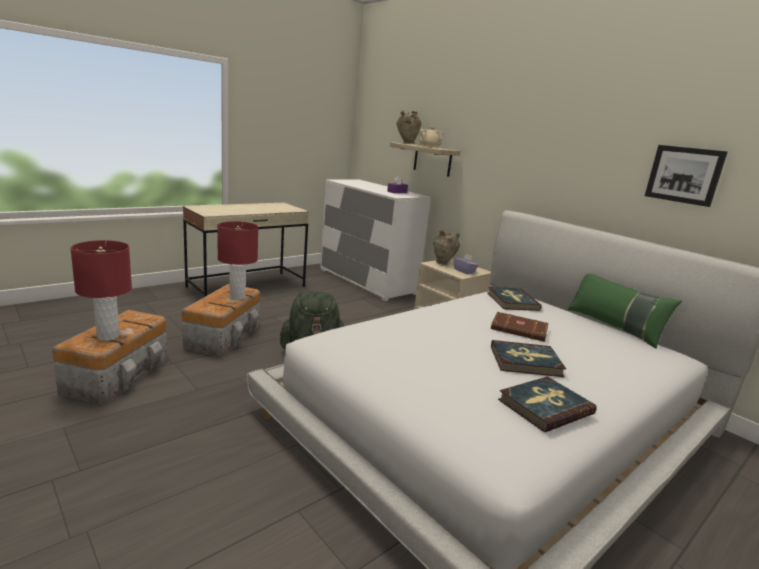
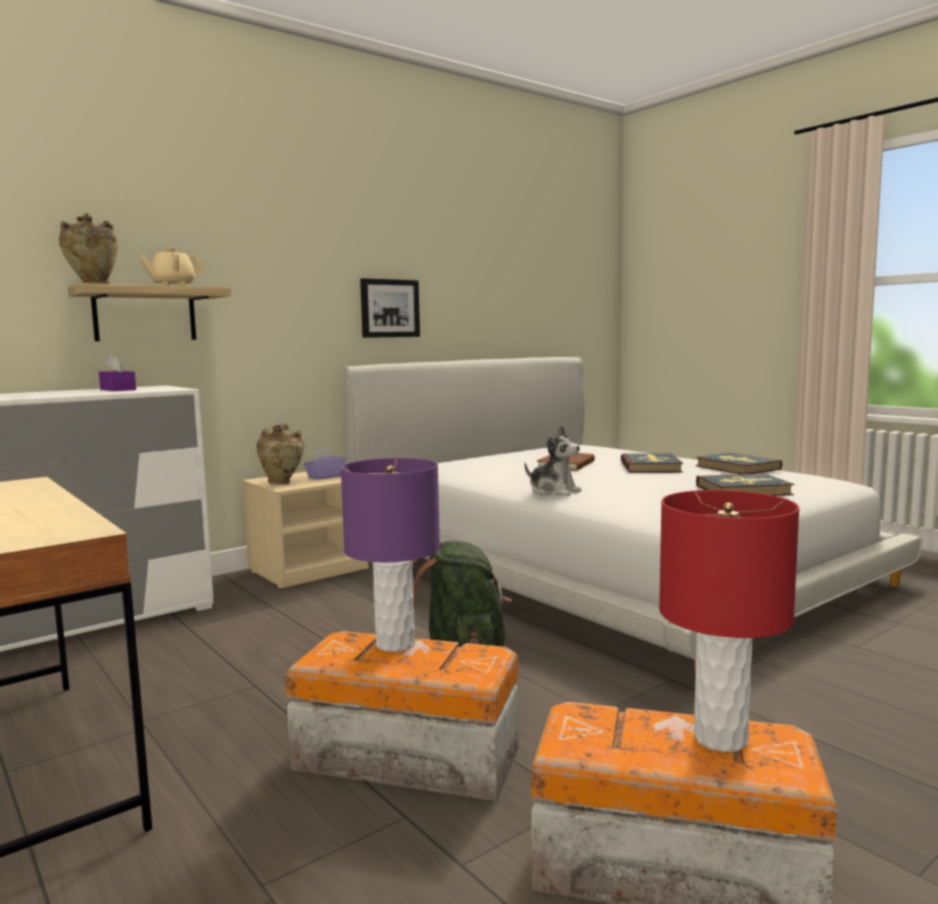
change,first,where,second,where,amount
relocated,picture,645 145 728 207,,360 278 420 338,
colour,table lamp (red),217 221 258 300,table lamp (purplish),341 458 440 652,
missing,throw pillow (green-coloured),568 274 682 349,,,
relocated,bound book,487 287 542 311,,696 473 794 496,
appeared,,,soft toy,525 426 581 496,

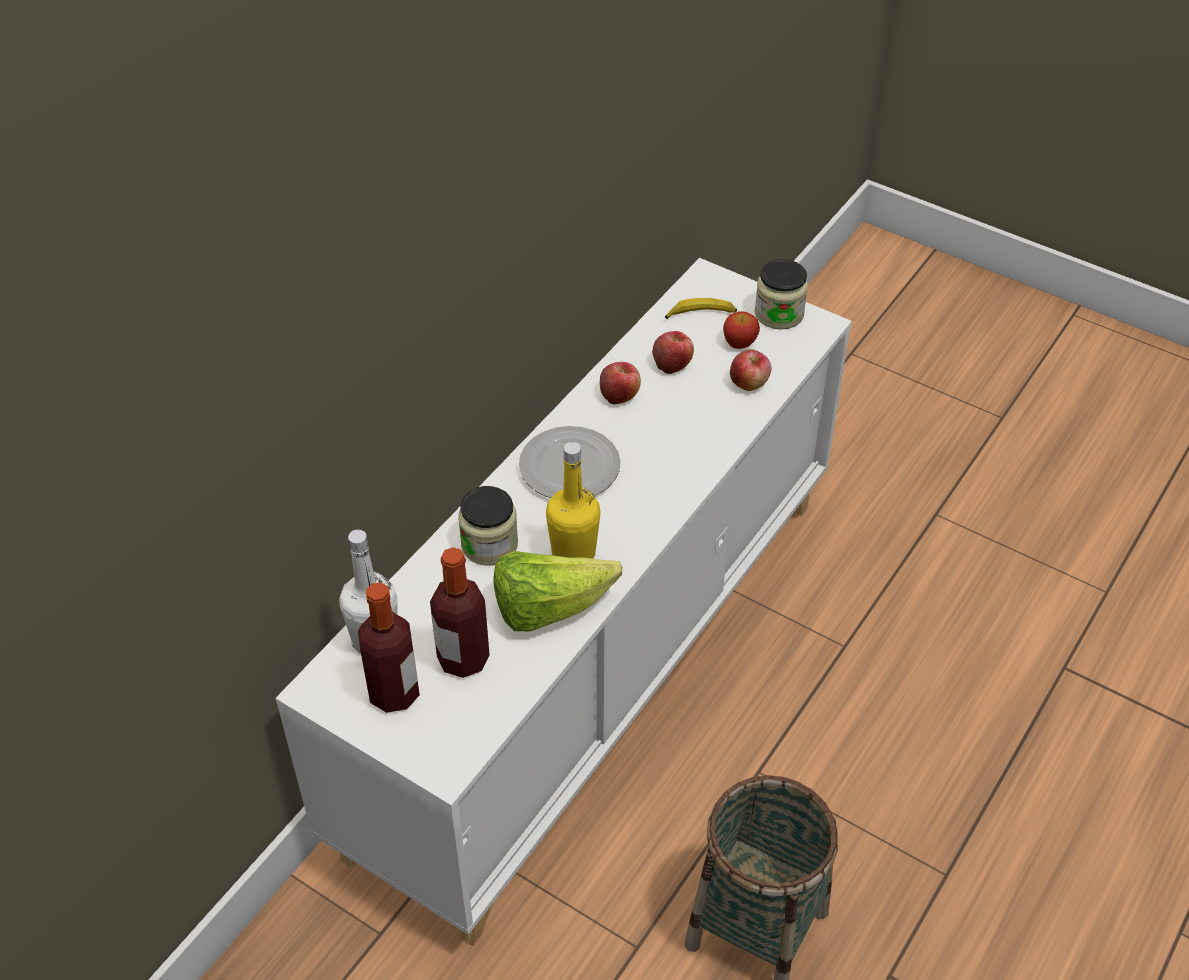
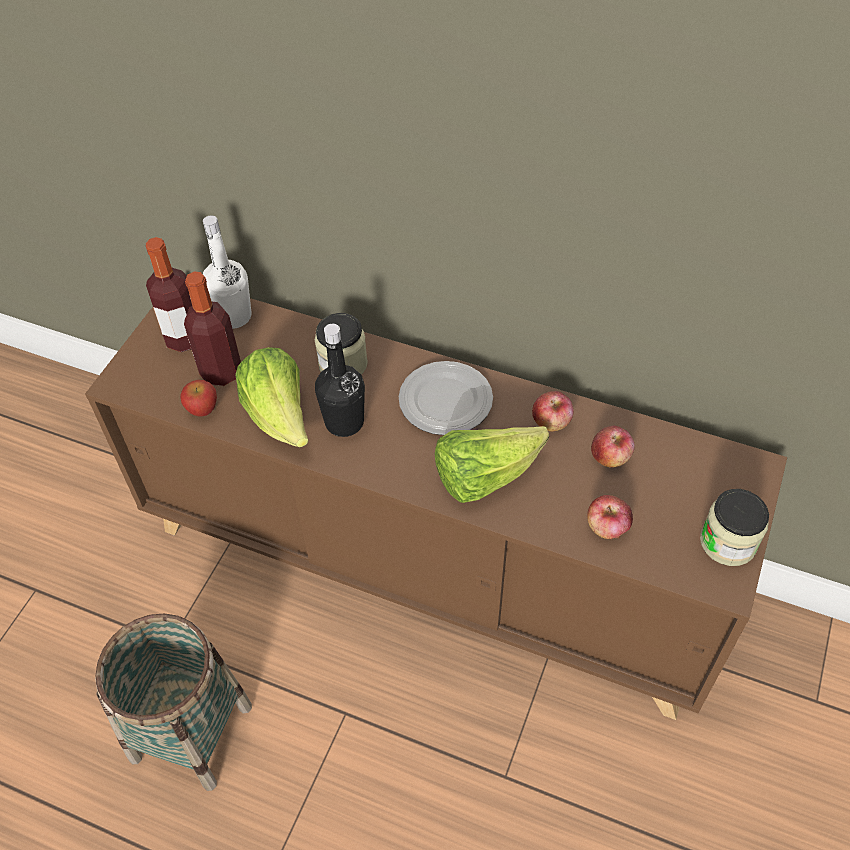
change,first,where,second,where,amount
colour,cabinet (white),275 258 852 946,cabinet (brownish),85 298 787 720,
missing,whole banana,665 298 737 319,,,
relocated,apple fruit,723 311 760 349,,180 380 217 417,
colour,bottle (yellow-coloured),546 442 601 559,bottle (black),315 324 365 437,
appeared,,,head of lettuce,435 426 549 503,

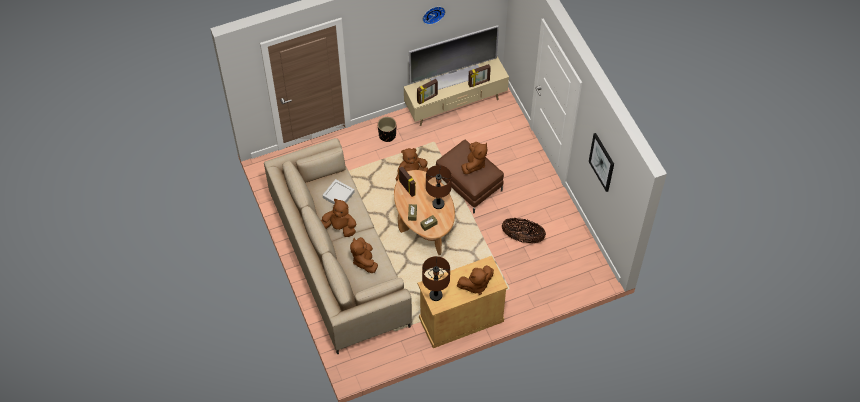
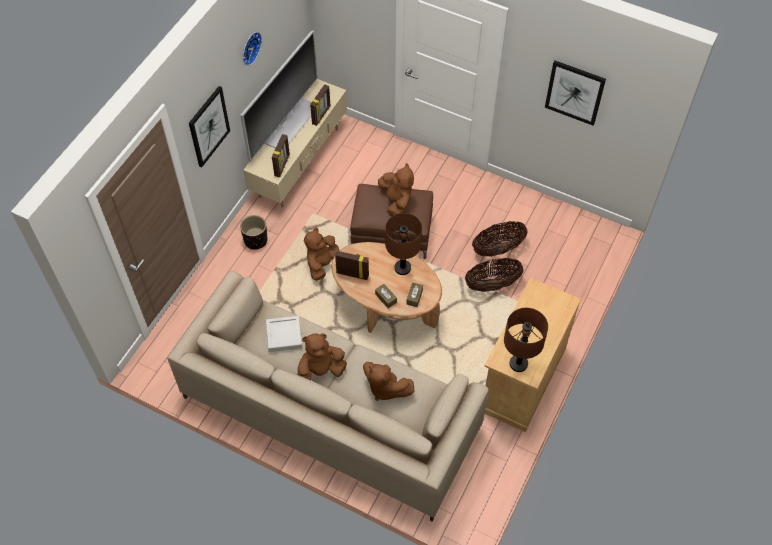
change,first,where,second,where,amount
missing,soft toy (brownish),457 265 494 295,,,
appeared,,,picture,189 86 230 167,
appeared,,,basket,465 258 523 292,

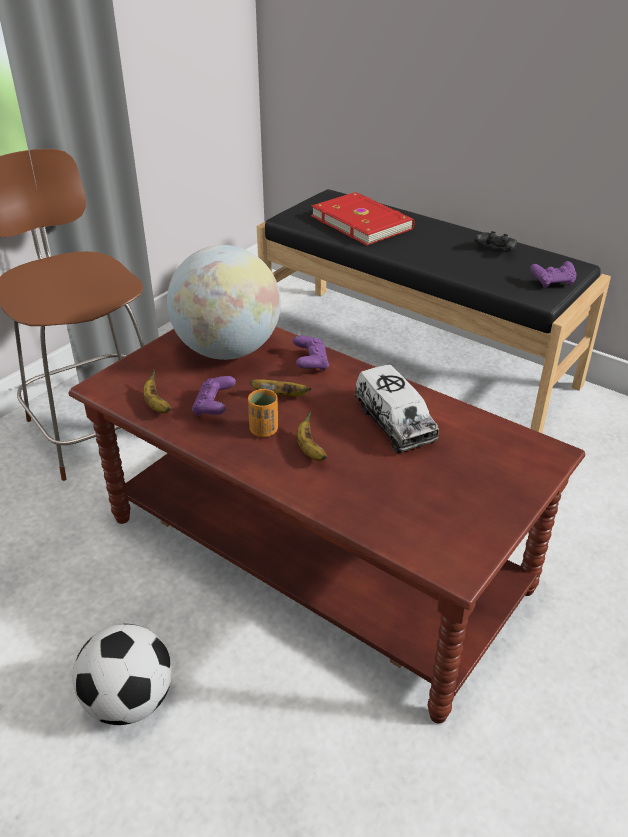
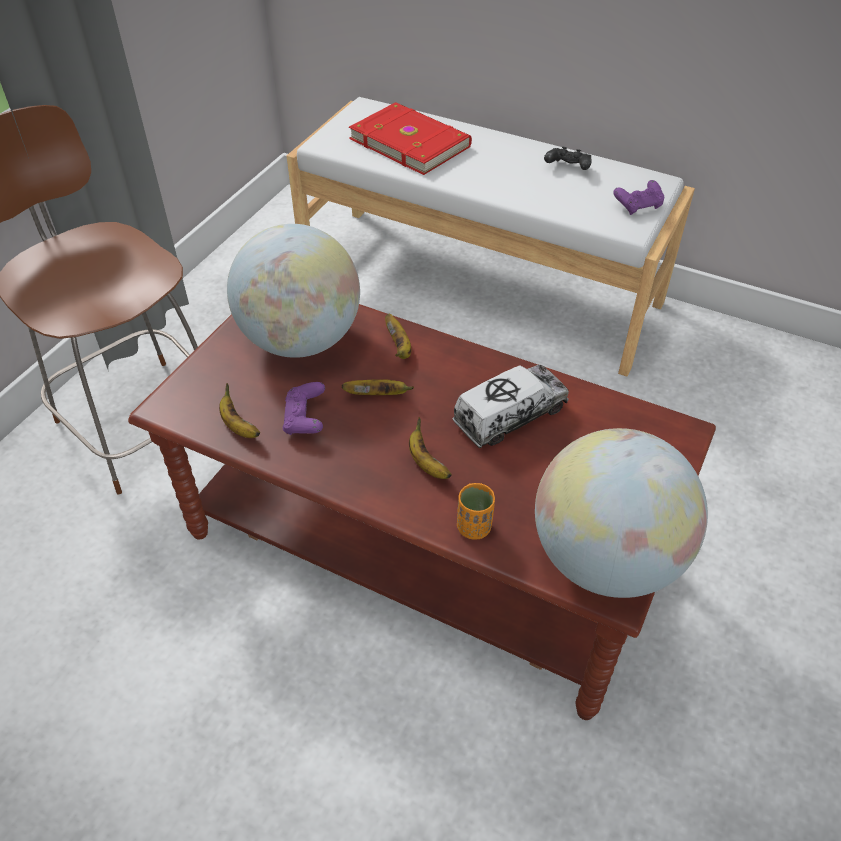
change,first,where,second,where,amount
colour,long seat (black),257 189 611 433,long seat (white),287 97 695 377,
exchanged,joypad (purplish),293 335 329 372,whole banana,385 314 411 359,
spun,toy lorry,355 364 439 453,,453 365 569 448,90 degrees counterclockwise
relocated,small cup (orange-coloured),248 389 278 437,,457 483 495 540,
missing,ball for football,73 624 172 725,,,
appeared,,,globe,535 428 708 598,

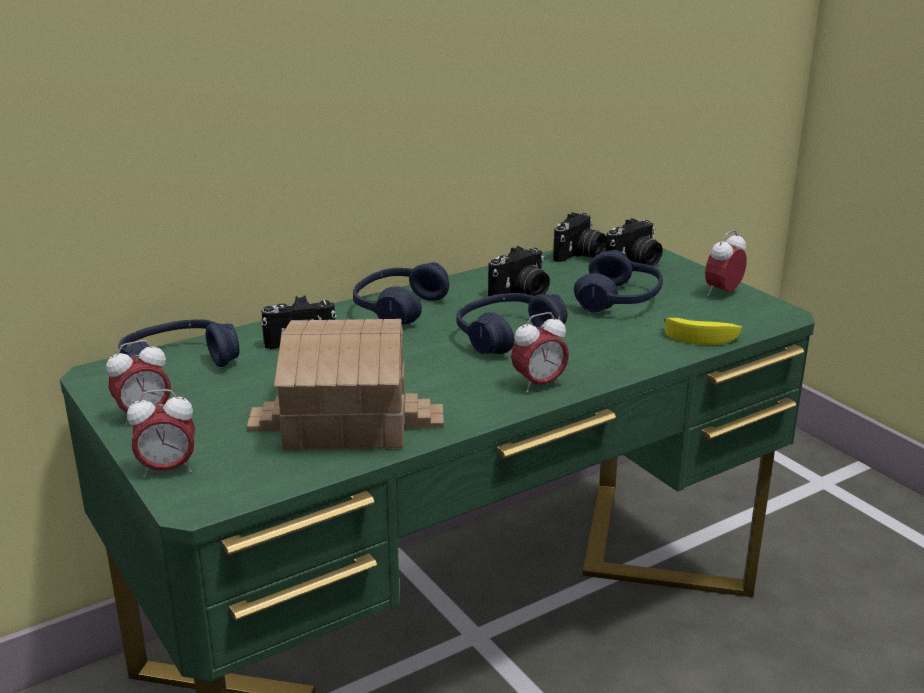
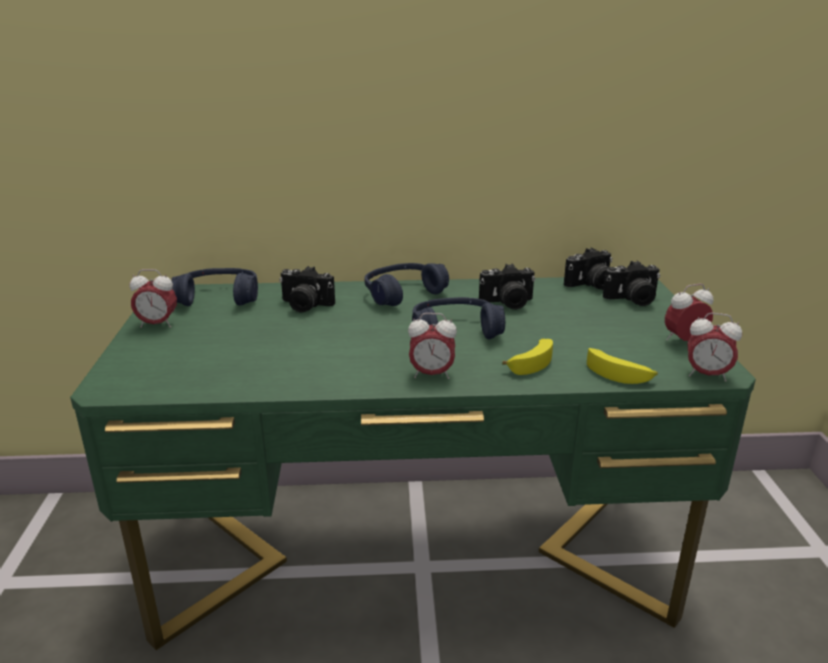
change,first,where,second,where,amount
missing,headset (bluish),574 250 663 313,,,
missing,miniature house,247 319 444 450,,,
relocated,table clock,127 389 195 478,,687 313 742 382,
appeared,,,whole banana,503 338 553 375,

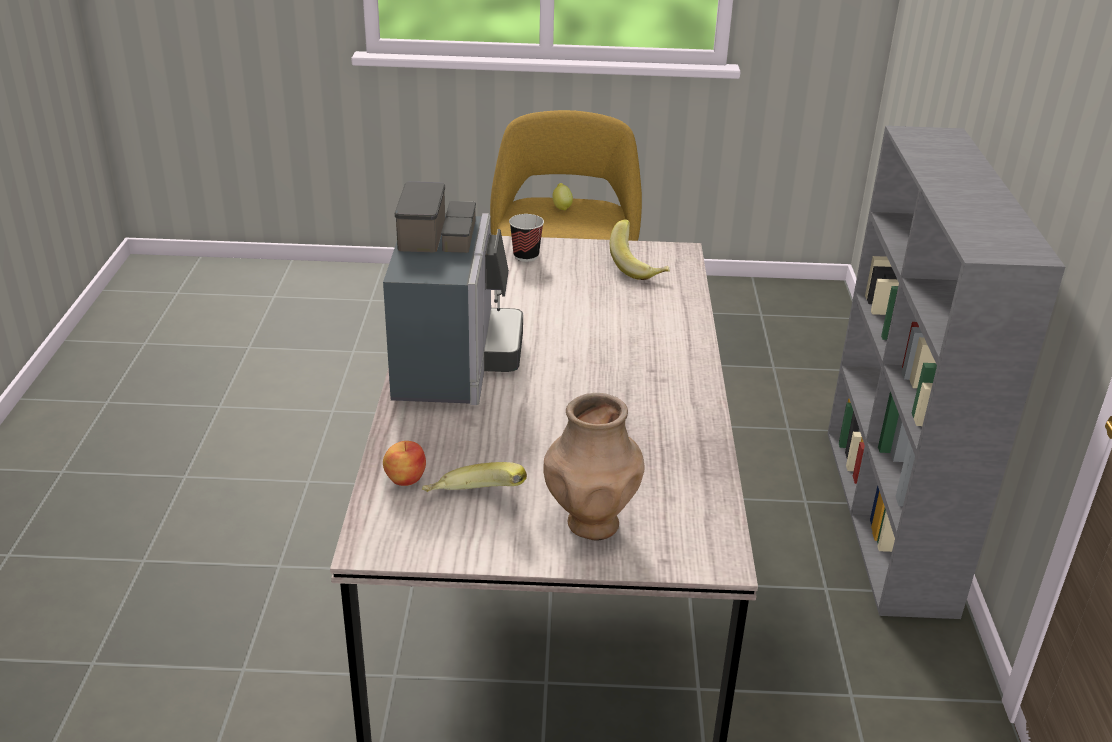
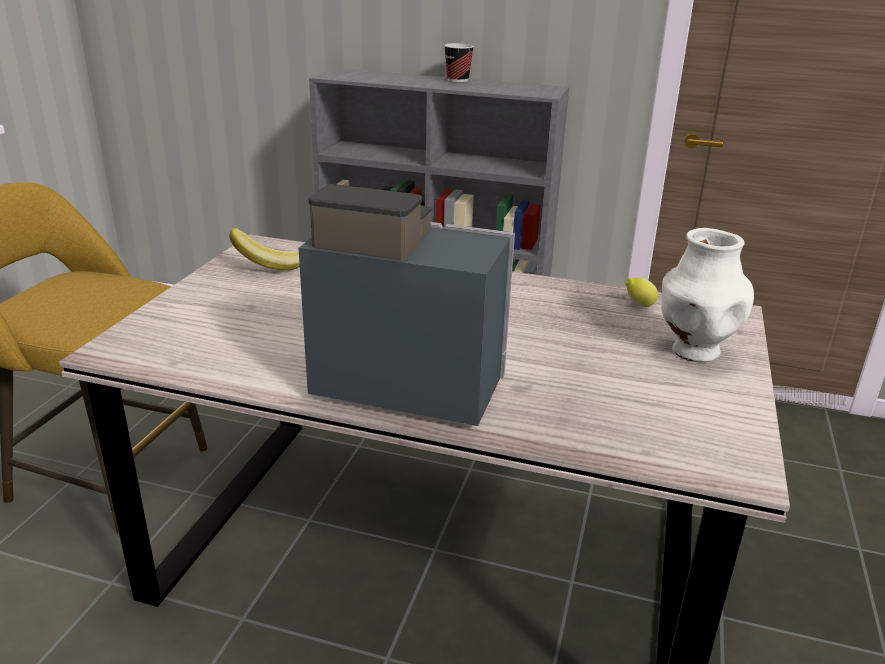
change,first,where,second,where,amount
relocated,whole lemon,552 183 573 211,,625 277 658 307,
relocated,small cup,509 214 544 262,,444 43 474 82,
colour,vase (brownish),544 393 645 541,vase (white),662 228 754 363,
missing,apple fruit,383 441 426 486,,,
missing,whole banana,422 462 527 492,,,

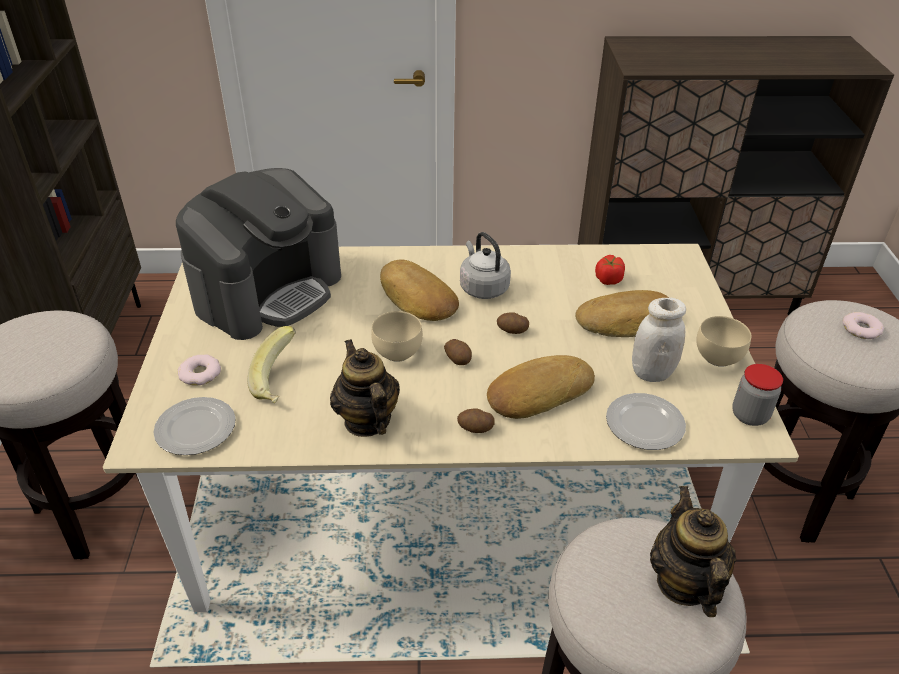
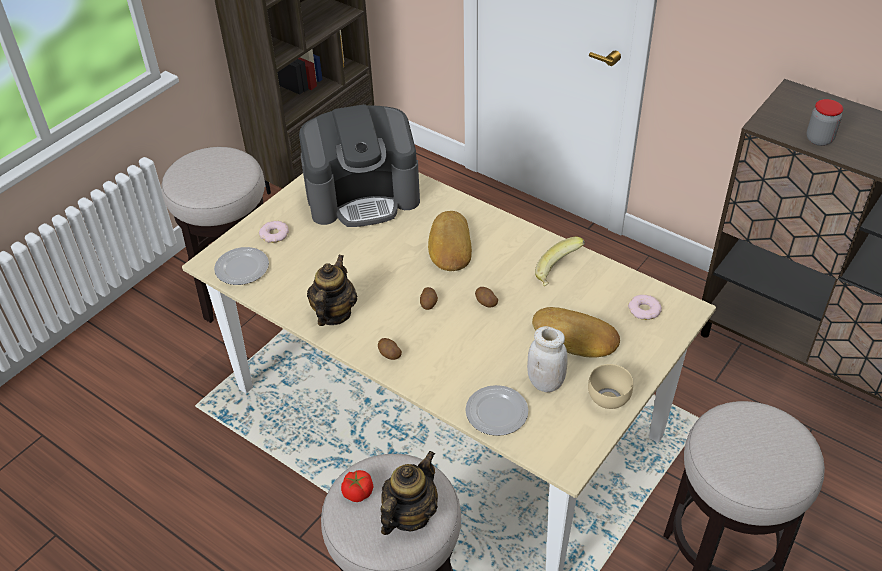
change,first,where,second,where,amount
missing,water kettle (grey),460 232 511 299,,,
relocated,fresh tomato,595 255 625 285,,341 470 373 502,
missing,bowl (beige),371 311 423 362,,,
relocated,ring doughnut,842 312 884 339,,628 295 662 320,
relocated,whole banana,247 326 296 403,,535 237 585 286,
missing,bakery bread,487 355 595 419,,,
relocated,storage jar,732 364 783 426,,806 99 843 146,

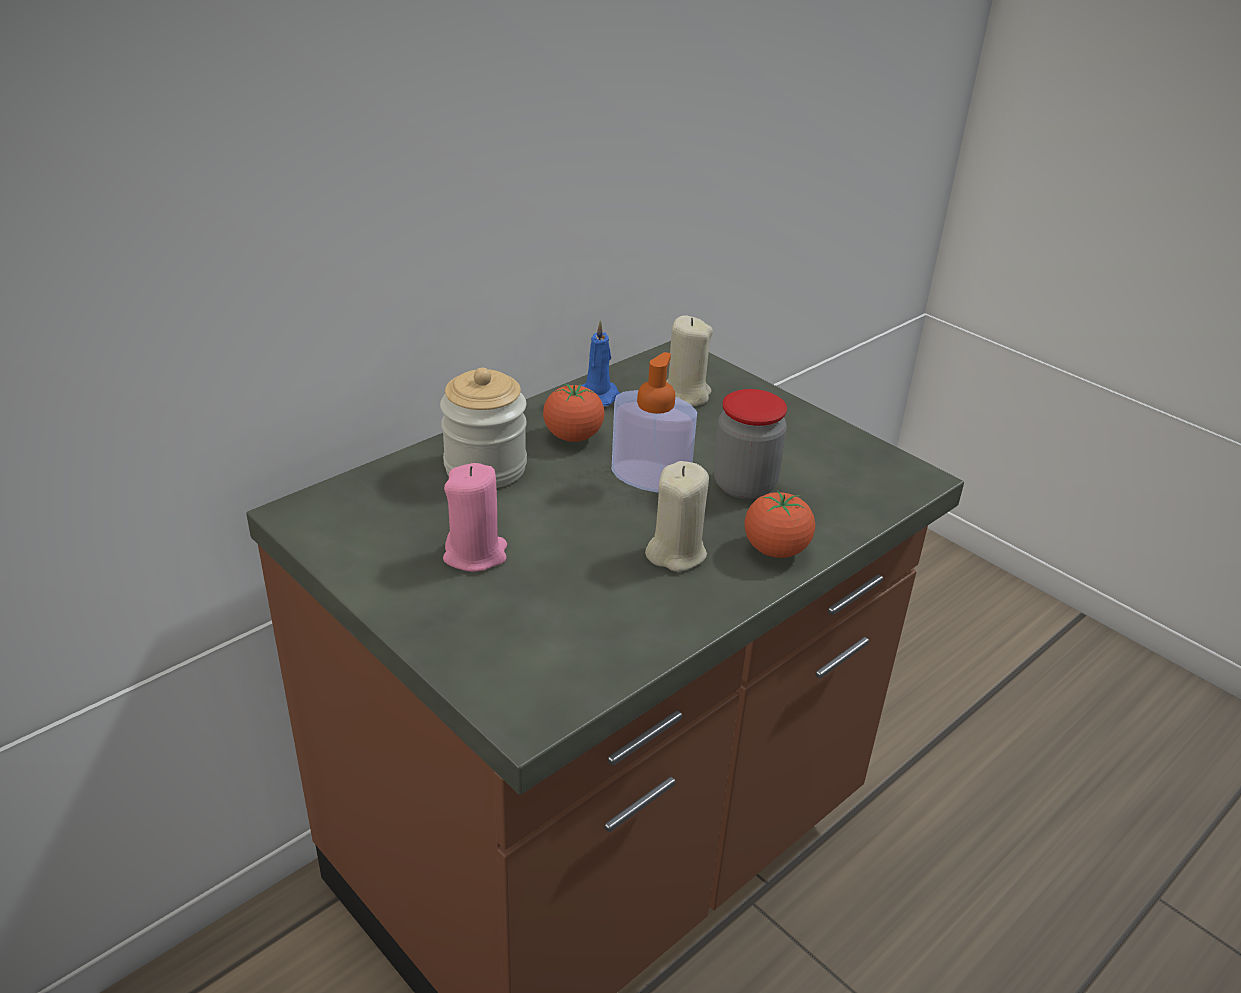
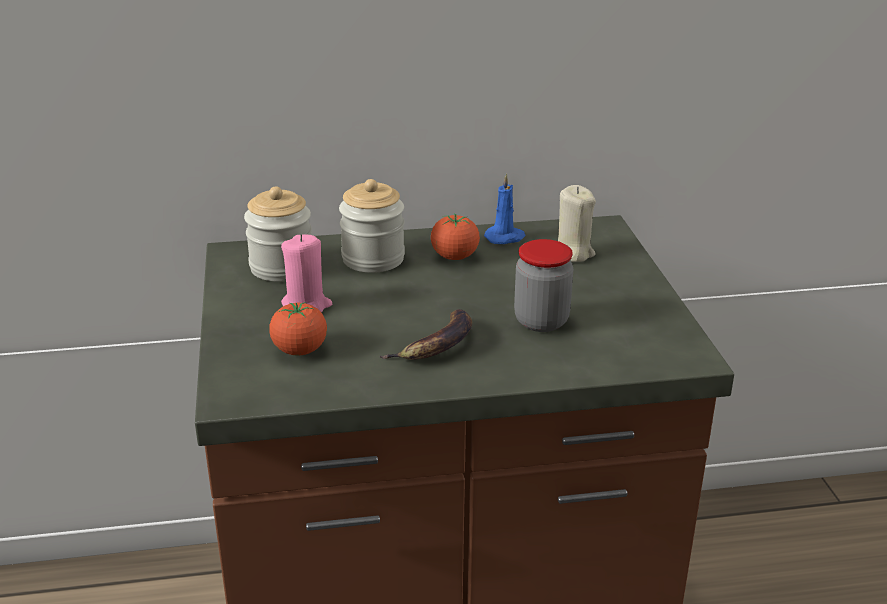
change,first,where,second,where,amount
missing,soap dispenser,612 352 697 493,,,
exchanged,wax candle (beige),645 461 709 572,whole banana,379 309 472 360,
relocated,fresh tomato,745 491 815 558,,269 302 327 356,
appeared,,,storage jar,244 186 312 281,

